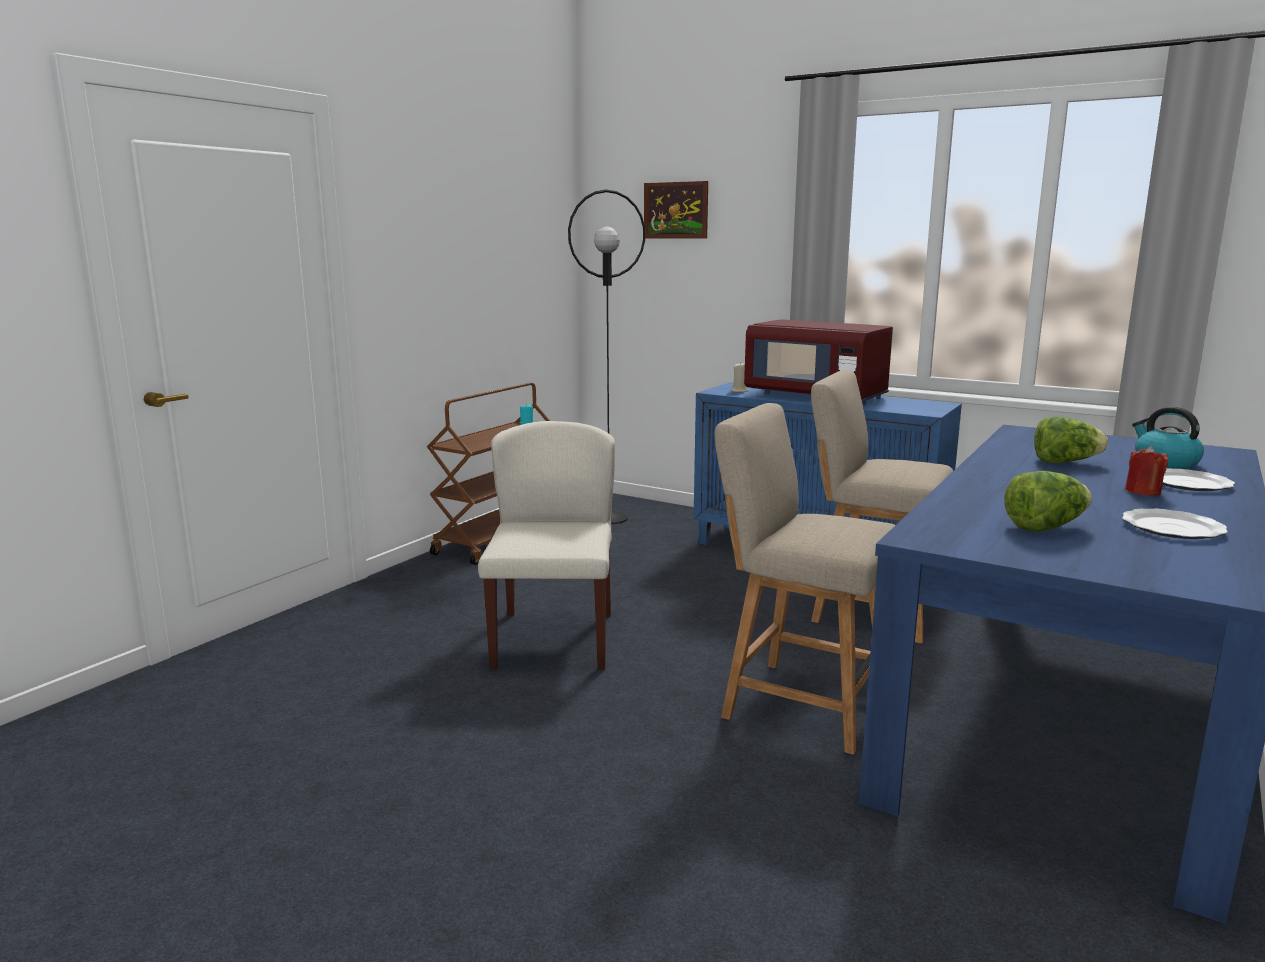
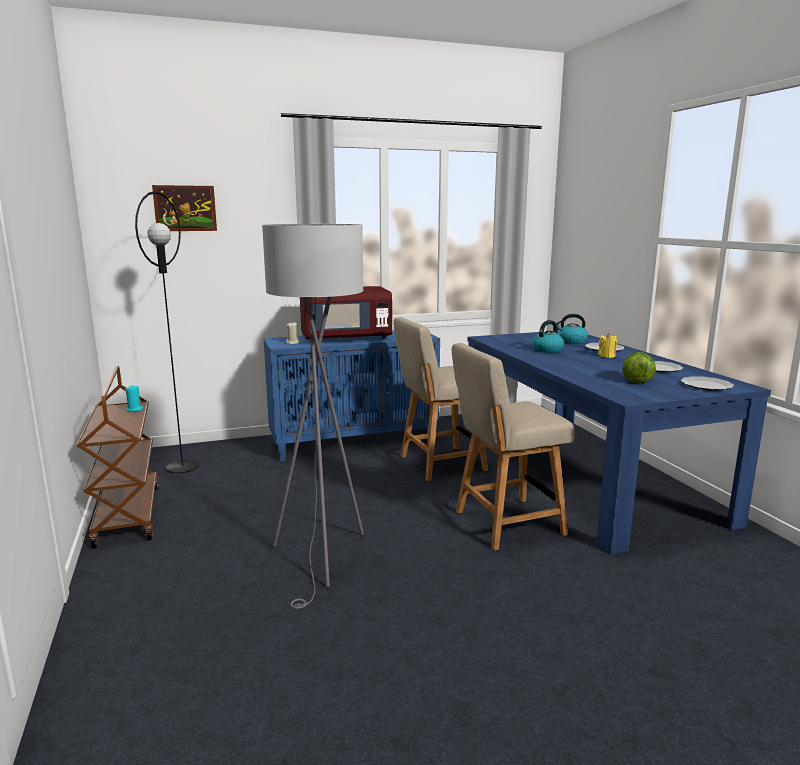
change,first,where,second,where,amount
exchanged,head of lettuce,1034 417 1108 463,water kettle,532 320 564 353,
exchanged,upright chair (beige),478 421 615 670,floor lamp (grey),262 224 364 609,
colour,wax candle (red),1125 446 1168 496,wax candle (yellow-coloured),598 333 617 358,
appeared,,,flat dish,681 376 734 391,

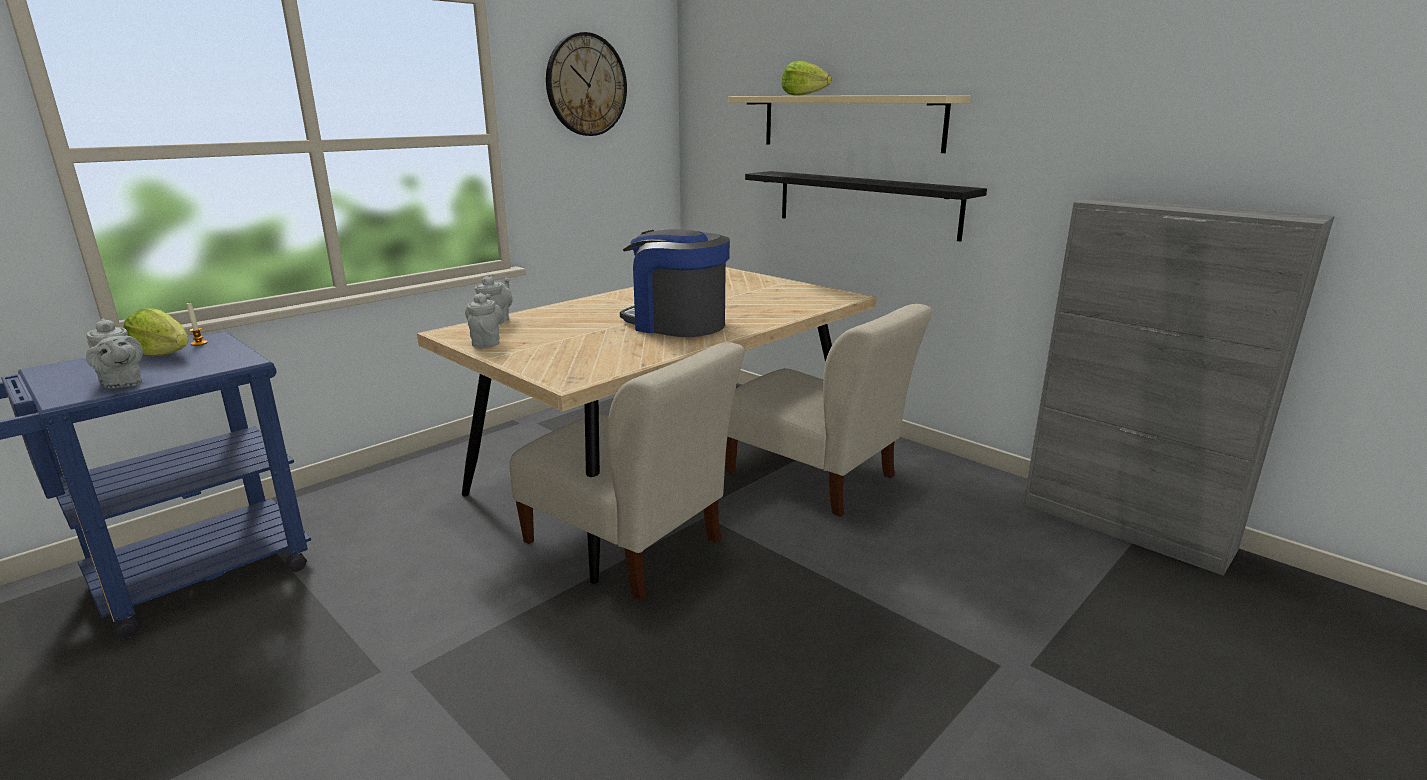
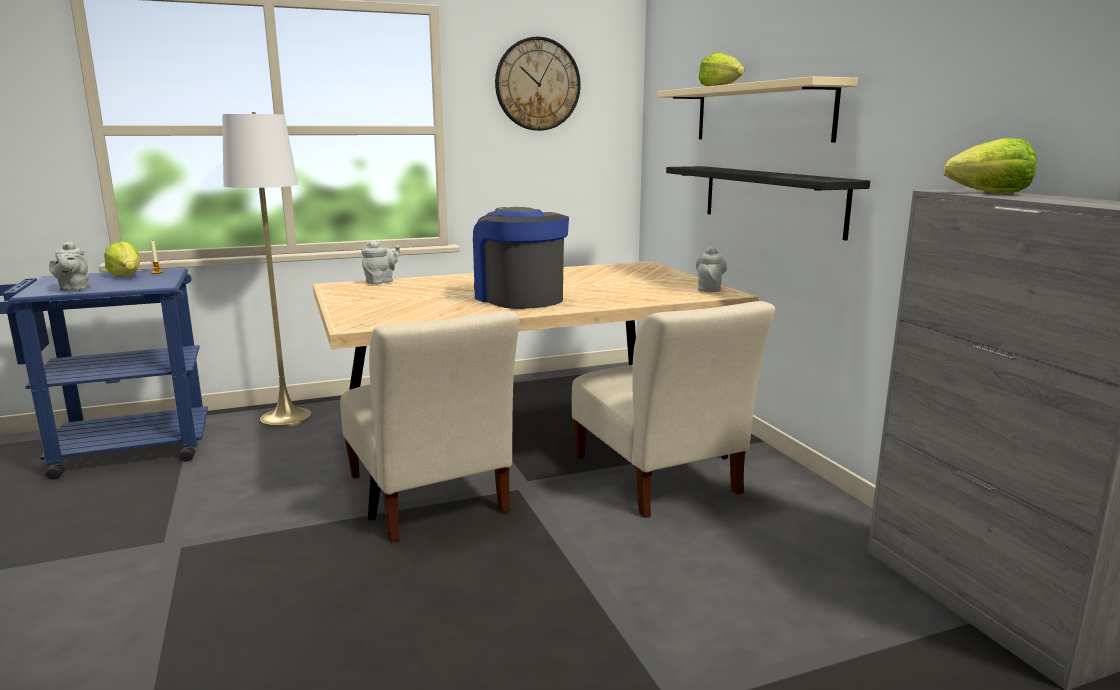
change,first,where,second,where,amount
relocated,pot for tea (grey),465 293 503 347,,696 247 727 292,
appeared,,,floor lamp (white),222 112 312 428,
appeared,,,head of lettuce,943 138 1037 193,

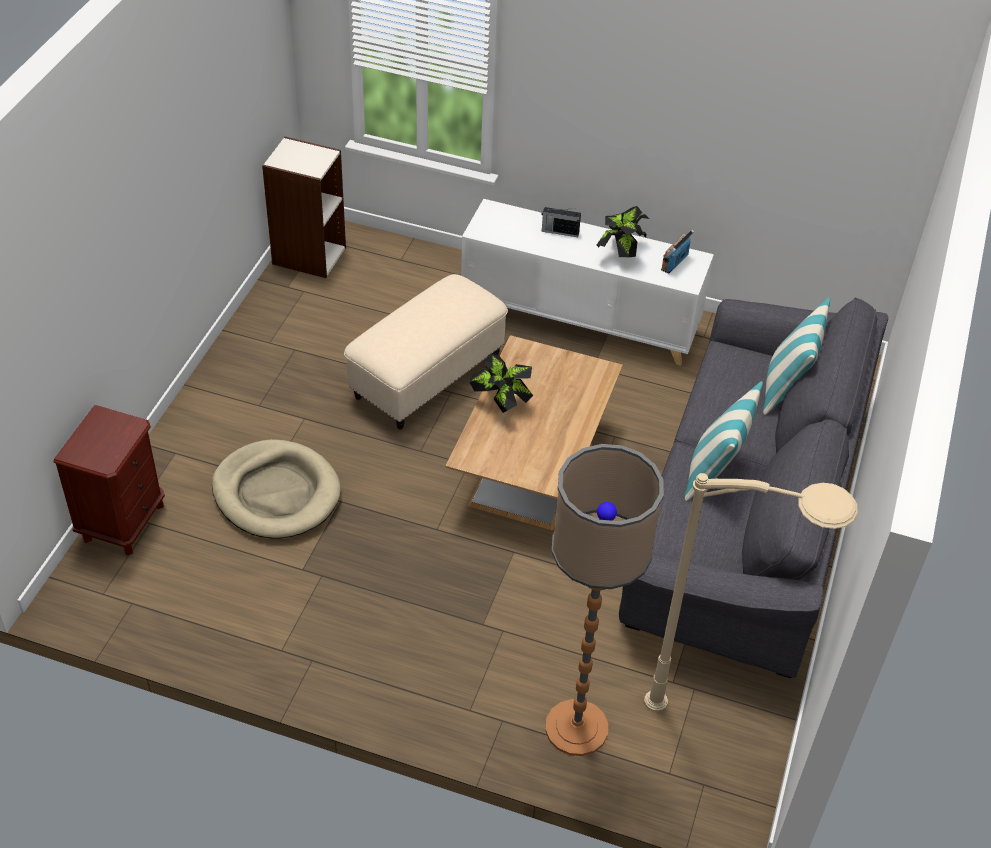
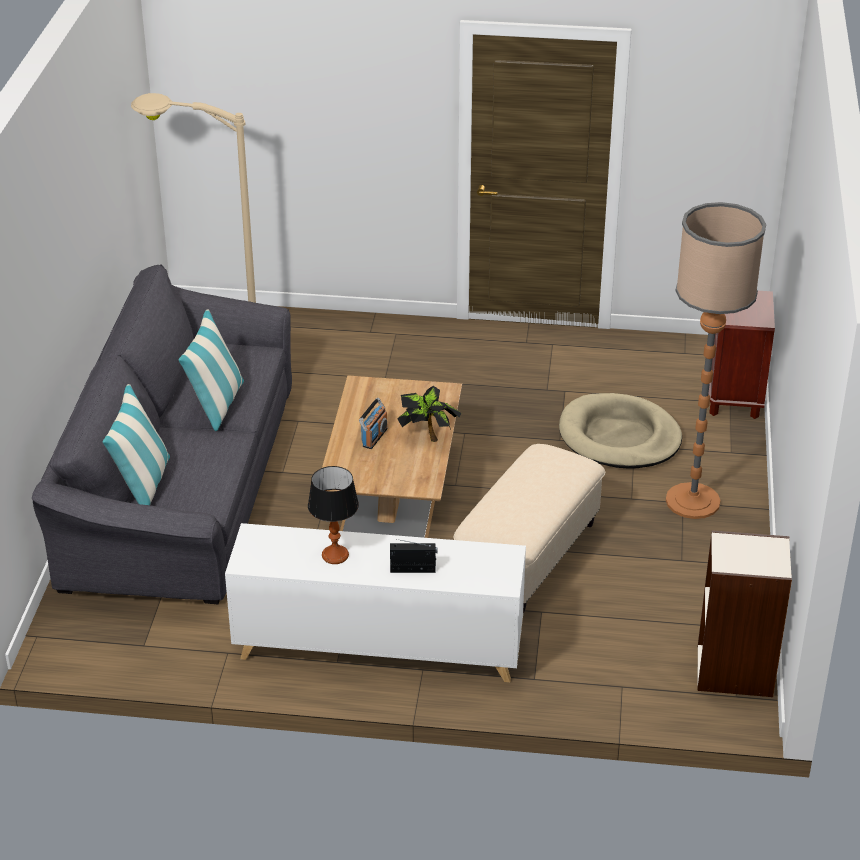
change,first,where,second,where,amount
exchanged,houseplant,597 206 650 257,table lamp,308 466 359 564,
relocated,radio,661 230 694 274,,359 398 388 449,
relocated,floor lamp,545 444 664 756,,666 202 766 519,

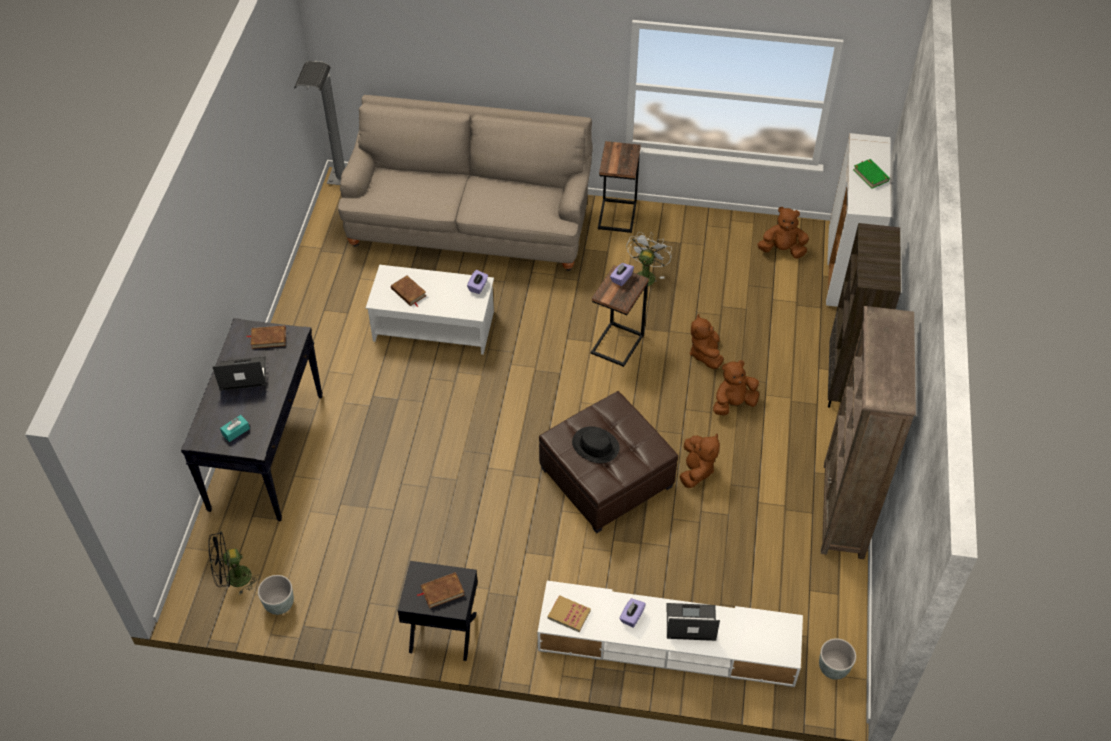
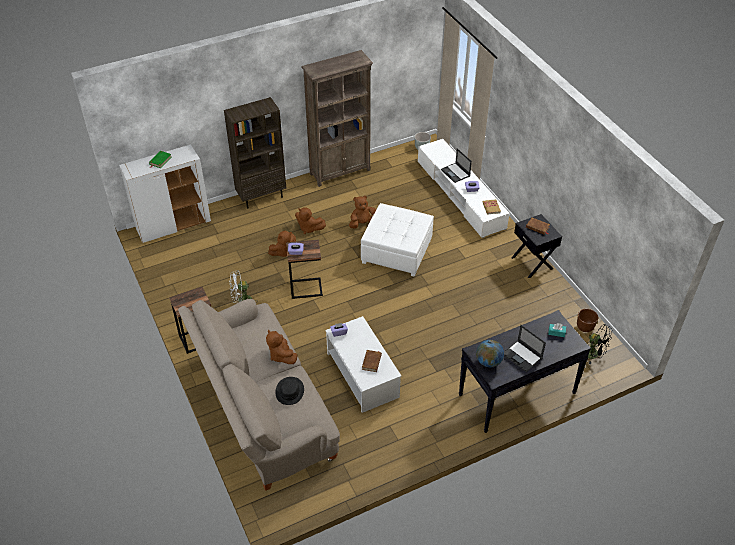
change,first,where,second,where,amount
missing,floor lamp (grey),294 61 345 185,,,
relocated,soft toy (brownish),757 207 809 259,,266 329 298 364,
exchanged,bound book (brownish),247 325 286 349,globe,476 340 504 367,
colour,pouffe (brownish),539 391 678 533,pouffe (white),361 203 434 277,
relocated,clothing hat (black),572 426 620 463,,275 377 304 405,
colour,plant pot (grey),258 575 294 615,plant pot (brownish),577 309 598 332,

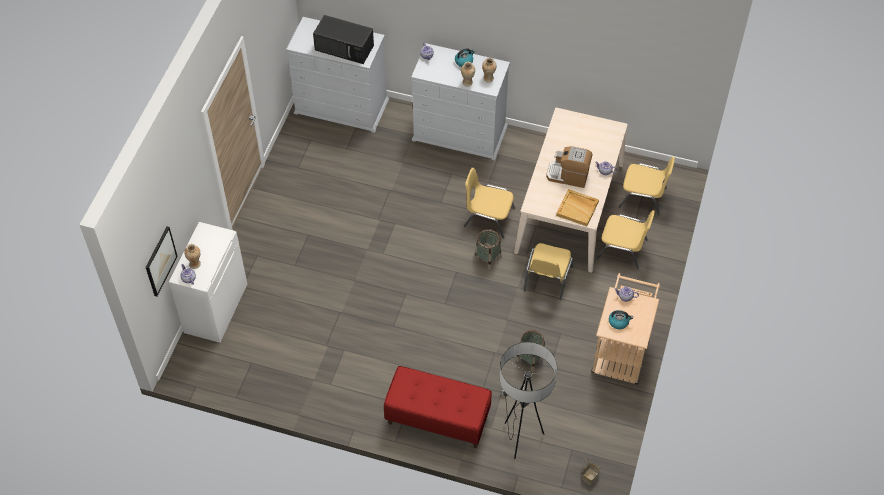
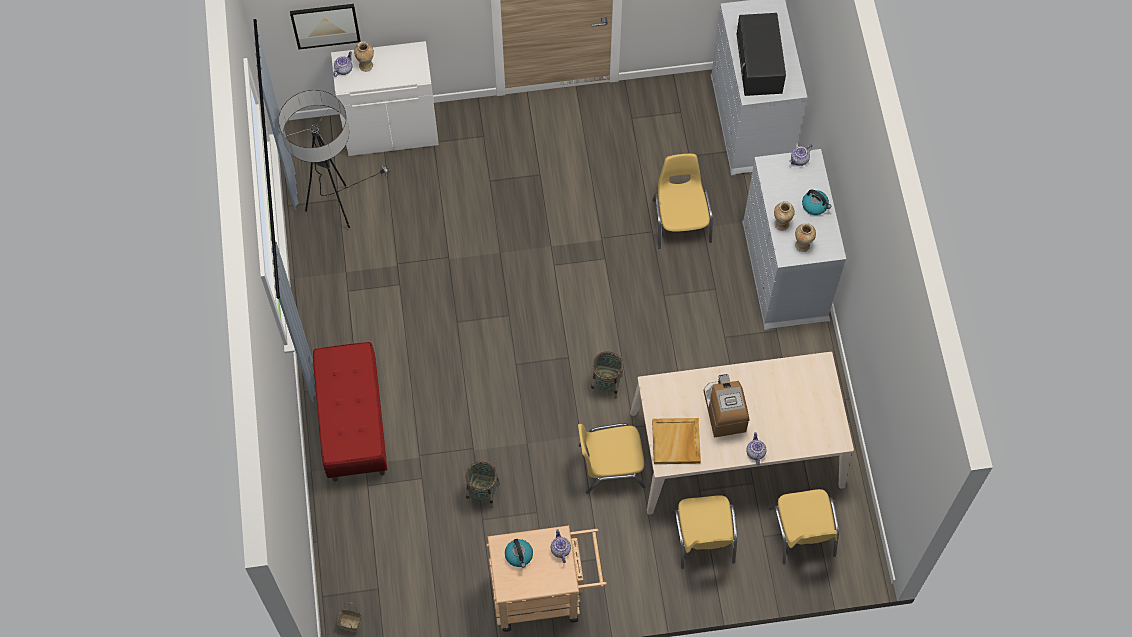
change,first,where,second,where,amount
relocated,upright chair (yellow-coloured),464 168 515 238,,652 154 713 249,
relocated,floor lamp,500 342 557 459,,279 90 390 228,

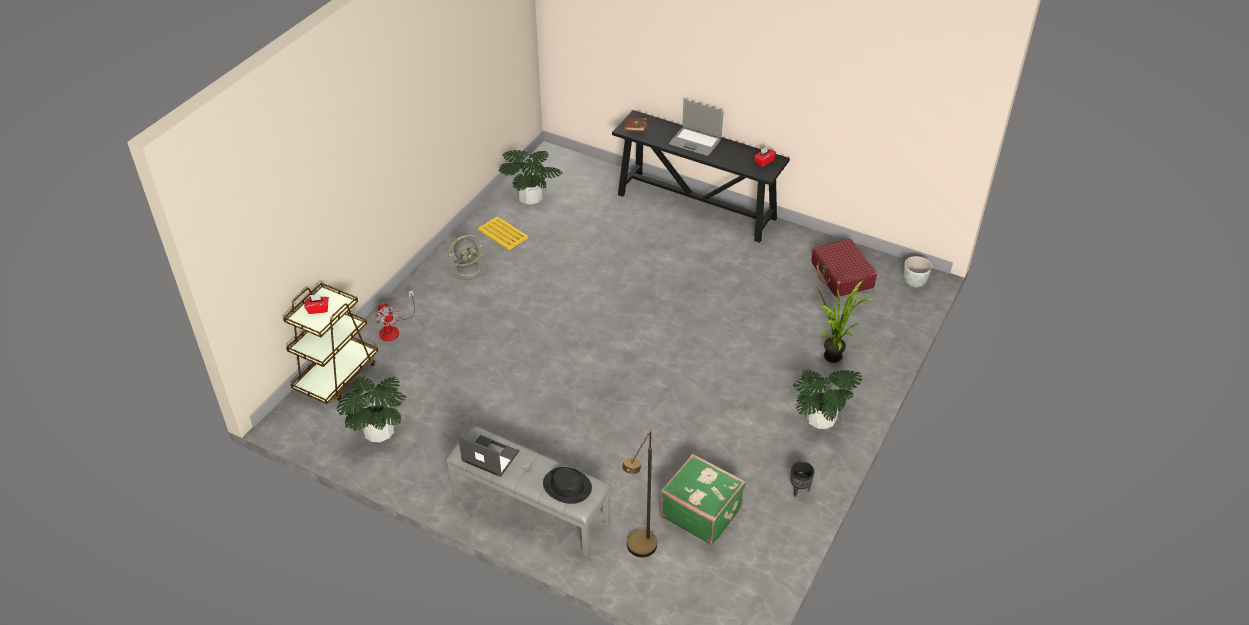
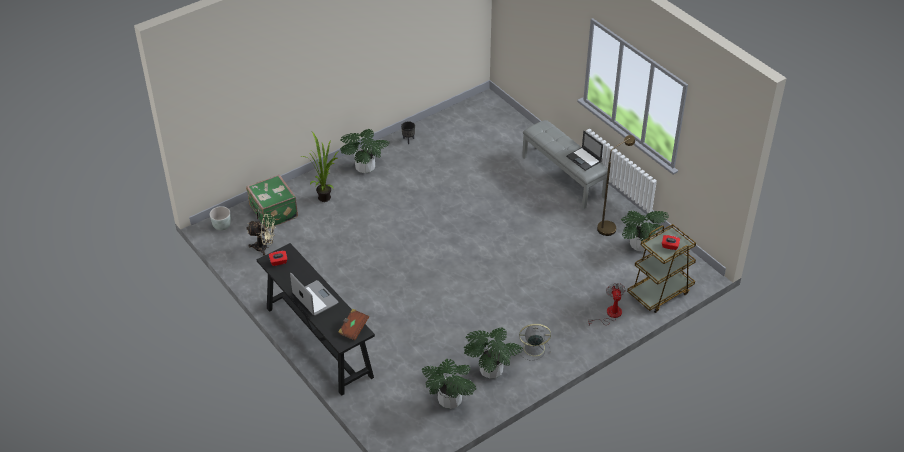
change,first,where,second,where,amount
exchanged,carrying tray (yellow-coloured),478 216 528 250,houseplant,464 327 523 379,
exchanged,piece of luggage (red),812 239 877 297,electric fan (beige),247 214 275 255,
relocated,floor lamp (brownish),622 431 657 557,,597 135 635 236,
relocated,piece of luggage (green-coloured),660 454 746 545,,246 175 298 228,
missing,clothing hat (black),543 467 592 504,,,

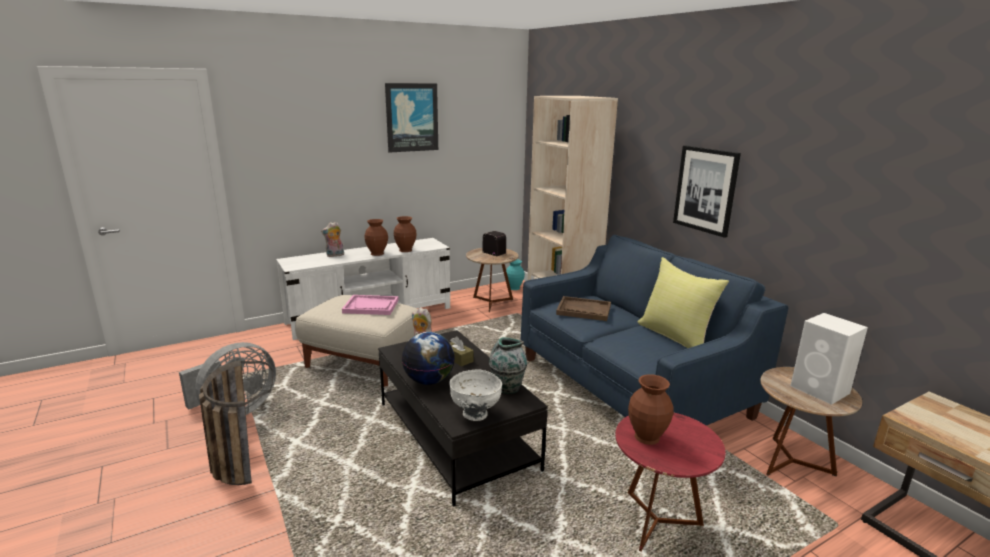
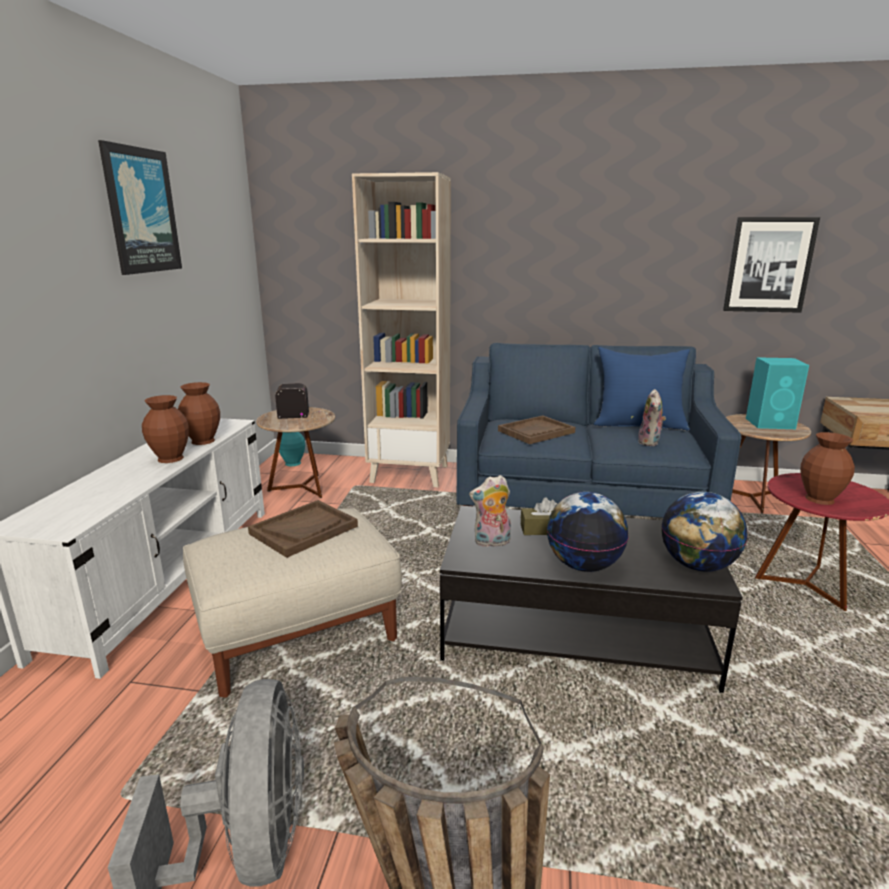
change,first,where,second,where,amount
relocated,picture,673 145 741 238,,723 217 820 313,
relocated,soft toy,321 222 344 257,,638 389 666 446,
colour,throw pillow (yellow-coloured),638 257 729 348,throw pillow (bluish),594 347 690 431,
colour,carrying tray (pink-coloured),342 295 399 315,carrying tray (brownish),248 500 358 558,
colour,audio speaker (white),790 313 868 405,audio speaker (turquoise-coloured),746 357 809 429,
missing,vase,489 337 527 394,,,
exchanged,bowl (white),449 369 502 421,globe,661 492 747 572,

